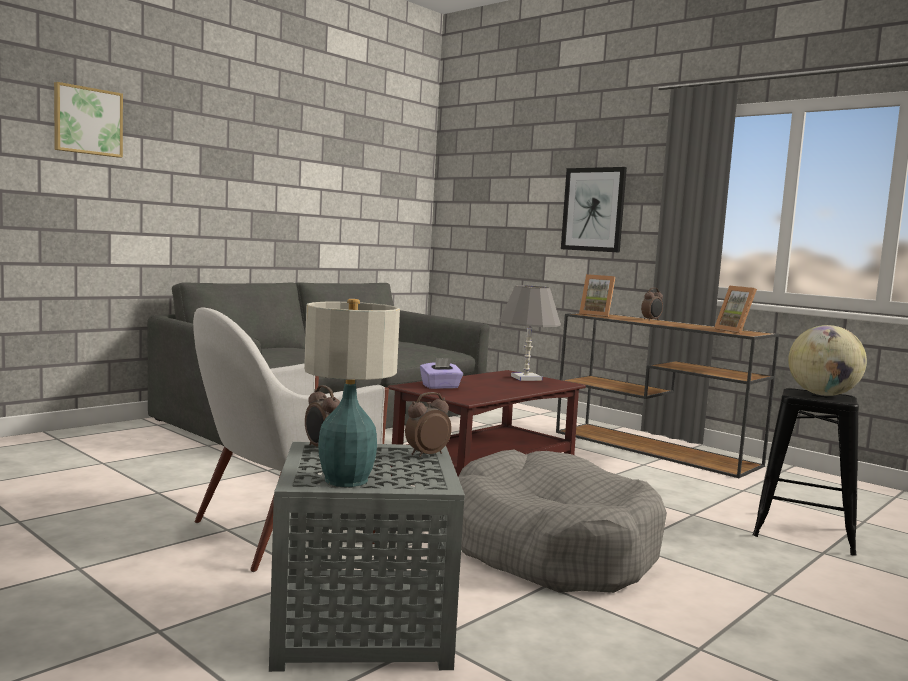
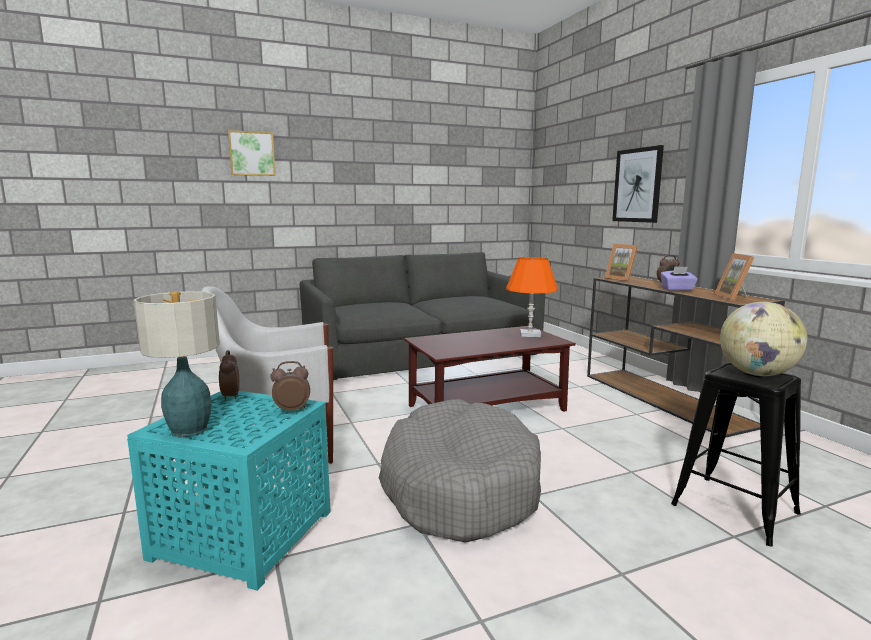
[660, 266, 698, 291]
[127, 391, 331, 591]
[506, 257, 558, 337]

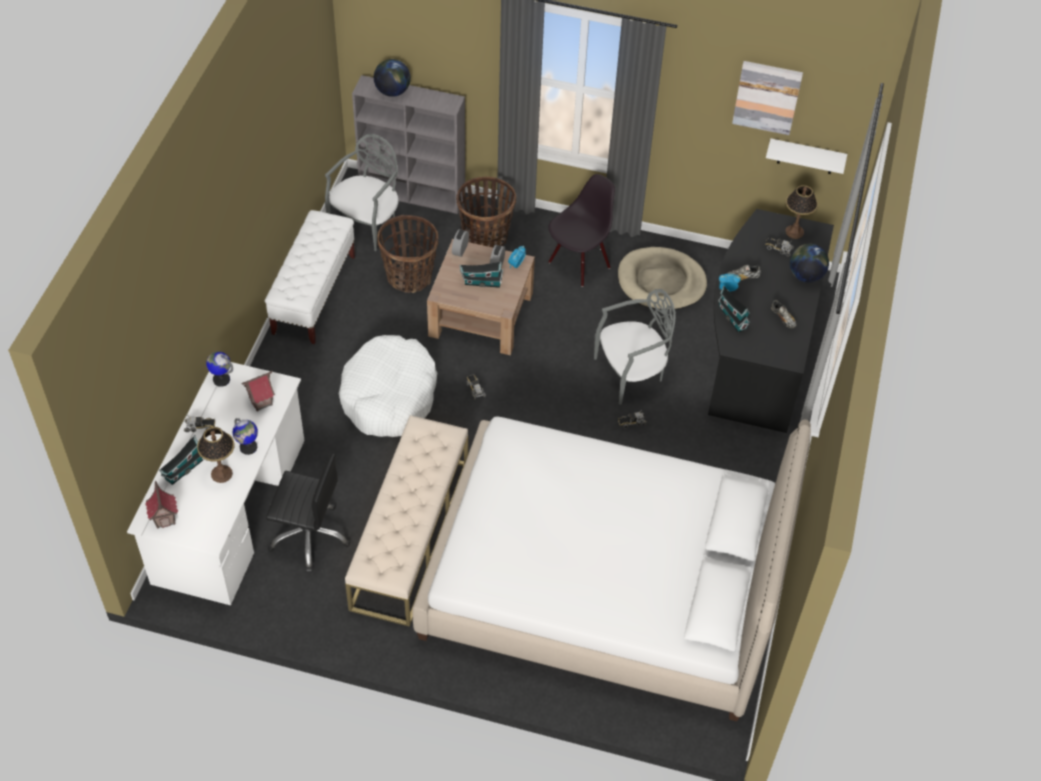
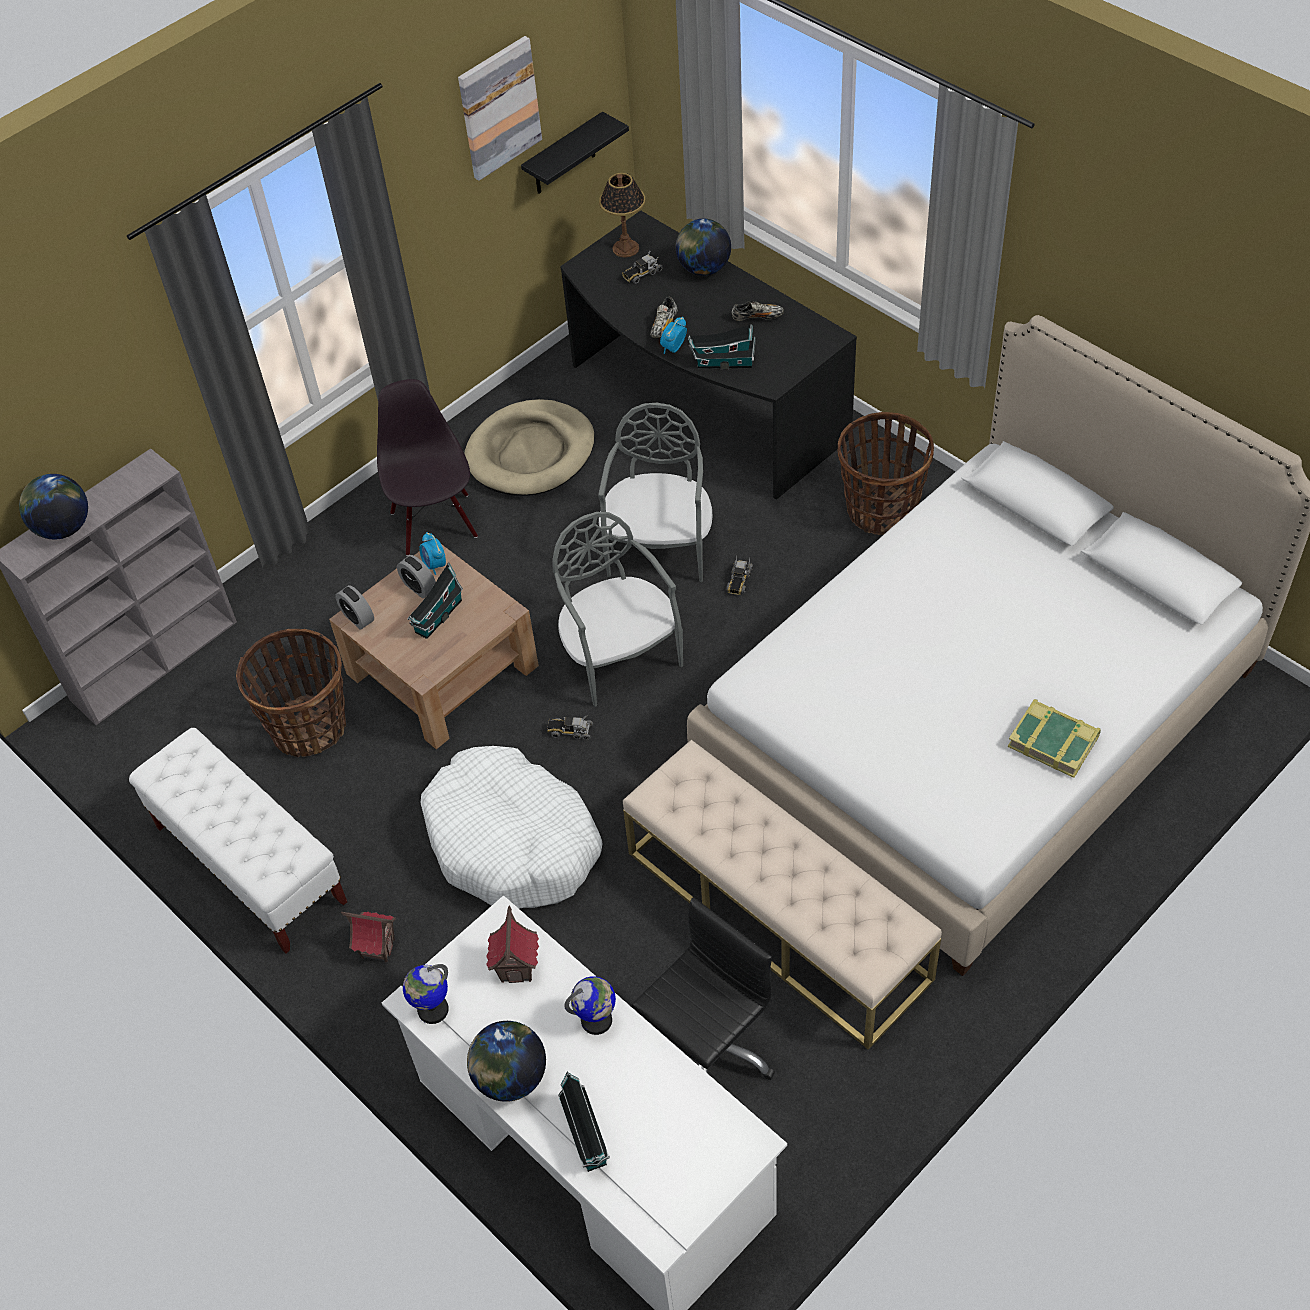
[197, 427, 234, 483] (first image)
[1007, 699, 1101, 778]
[341, 912, 396, 963]
[552, 512, 683, 707]
[838, 412, 934, 535]
[467, 1021, 546, 1102]
[521, 112, 629, 194]

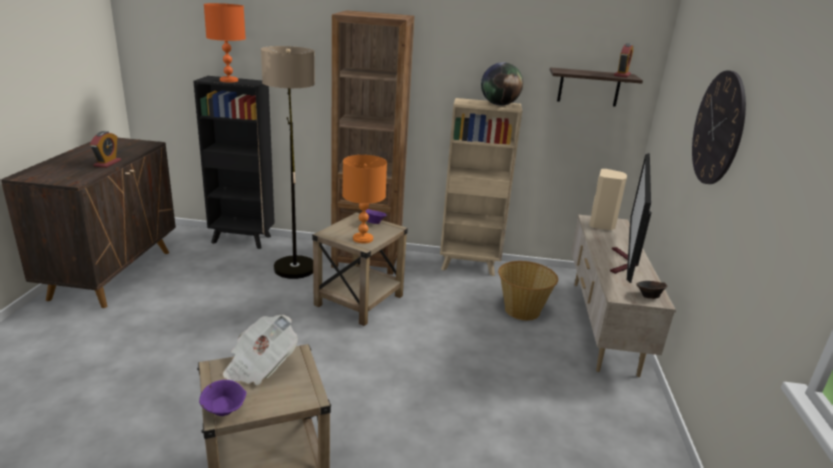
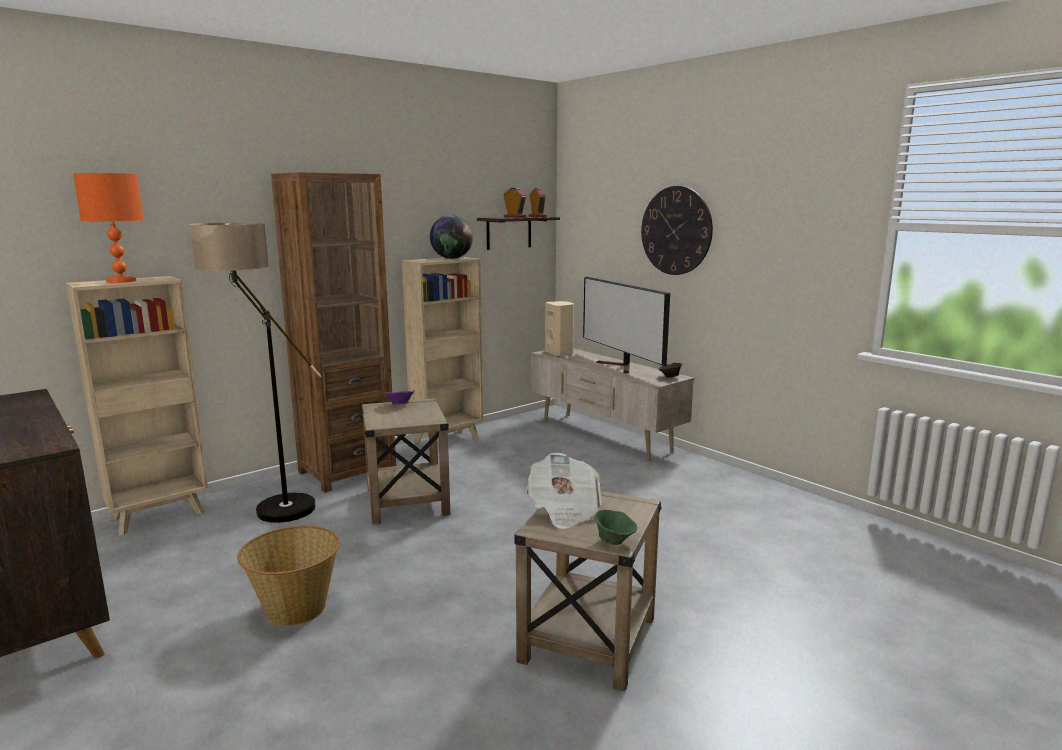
[342, 155, 387, 244] (first image)
[504, 188, 526, 218]
[237, 525, 340, 626]
[66, 276, 208, 535]
[594, 510, 637, 545]

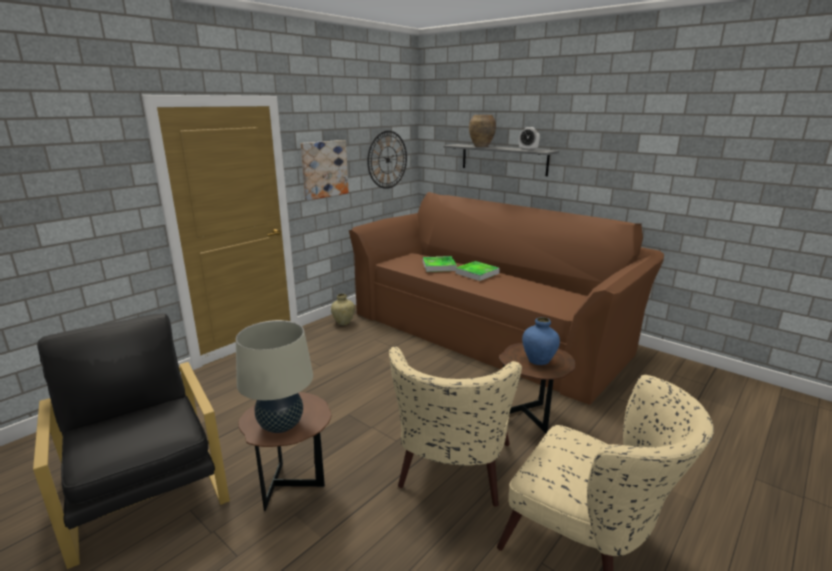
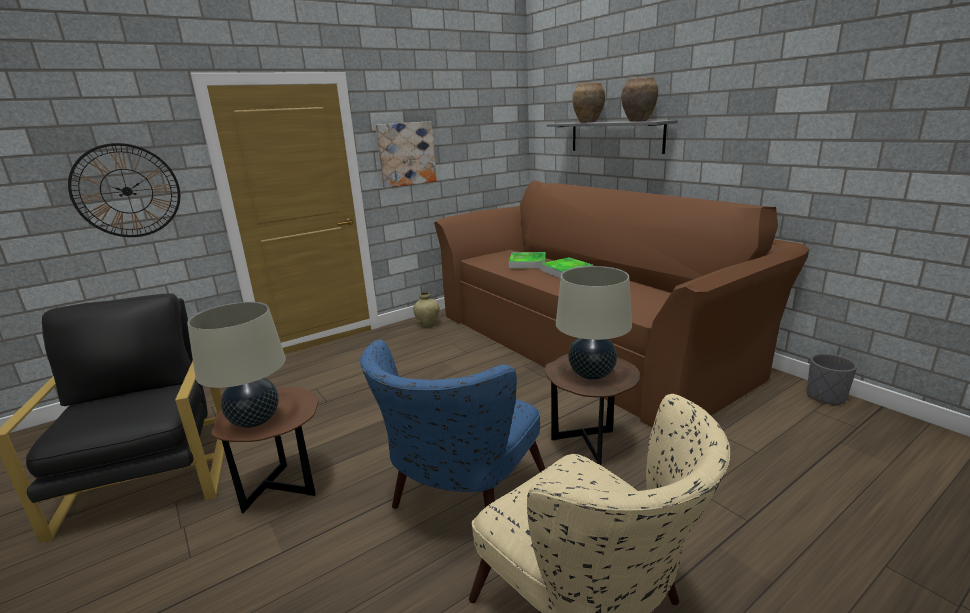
[807, 353, 857, 406]
[68, 143, 180, 237]
[621, 77, 658, 121]
[556, 266, 632, 380]
[360, 340, 545, 509]

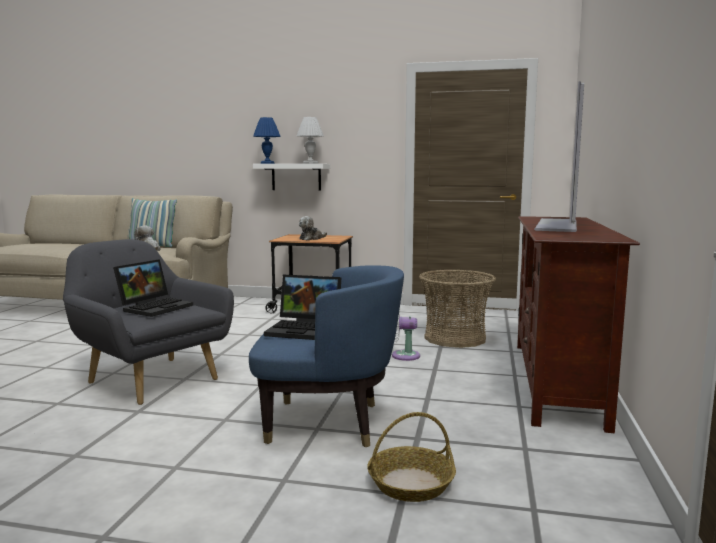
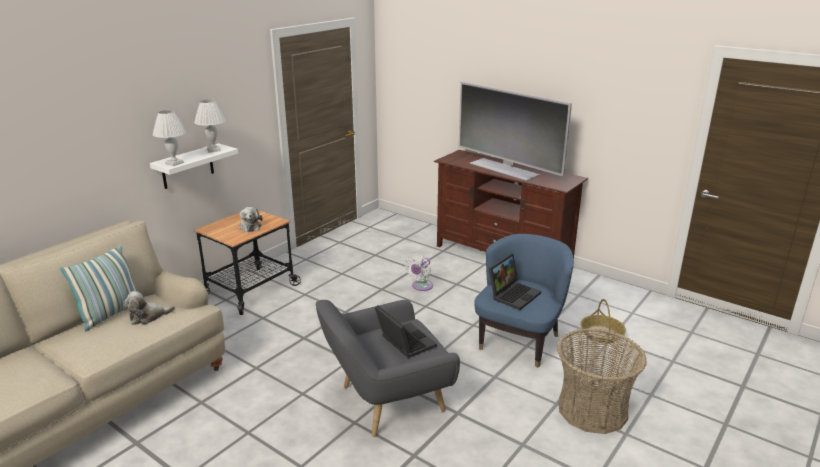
[557, 328, 647, 434]
[153, 110, 187, 166]

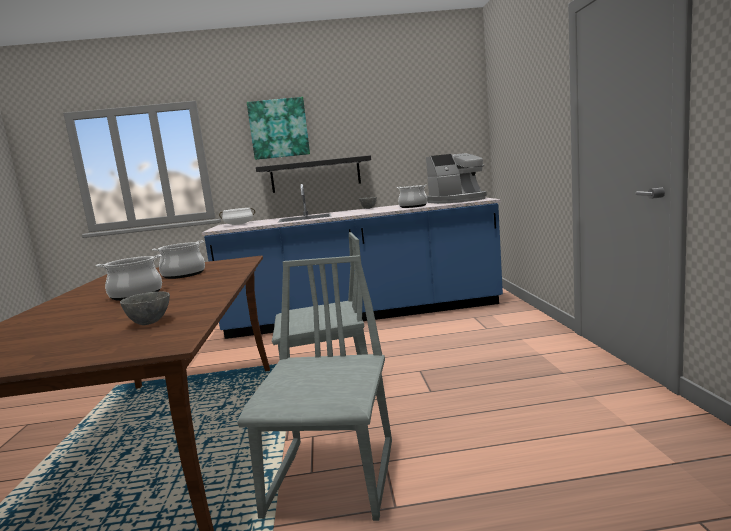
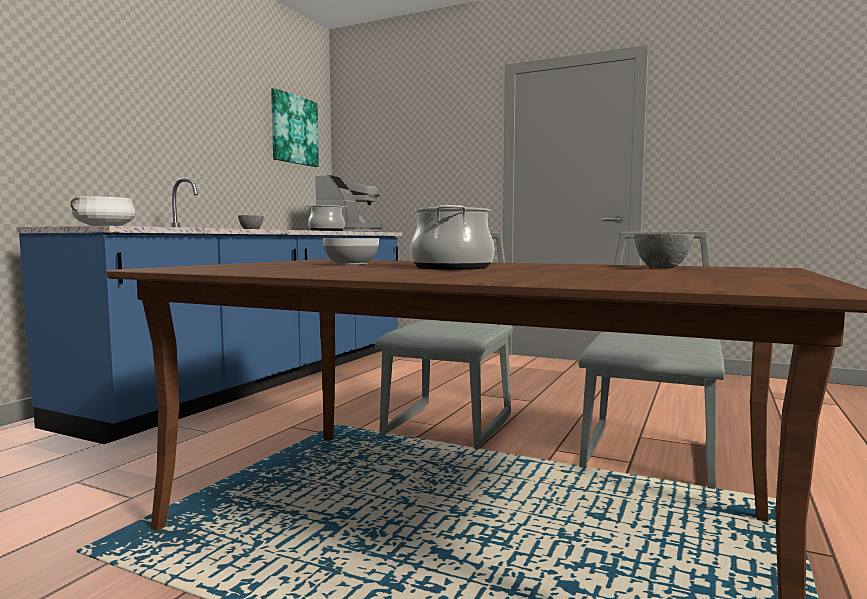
[256, 155, 371, 193] (first image)
[271, 88, 319, 167]
[323, 238, 379, 265]
[579, 231, 725, 489]

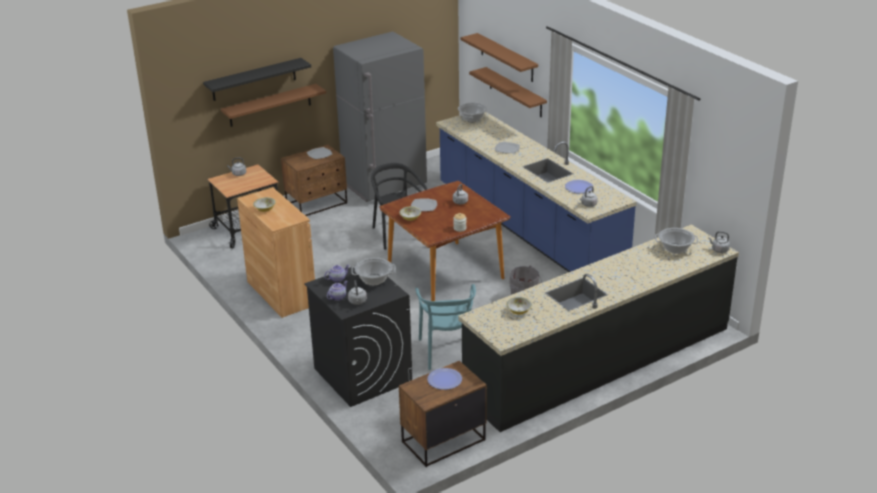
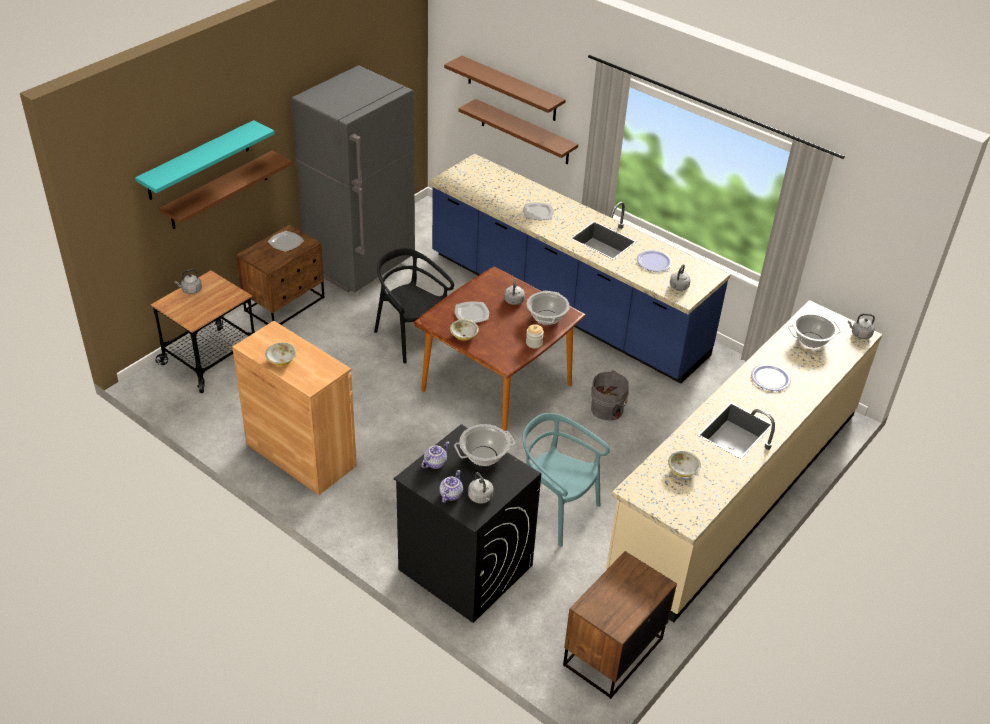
[751, 364, 791, 391]
[527, 291, 570, 325]
[135, 120, 275, 200]
[606, 300, 882, 622]
[523, 413, 610, 547]

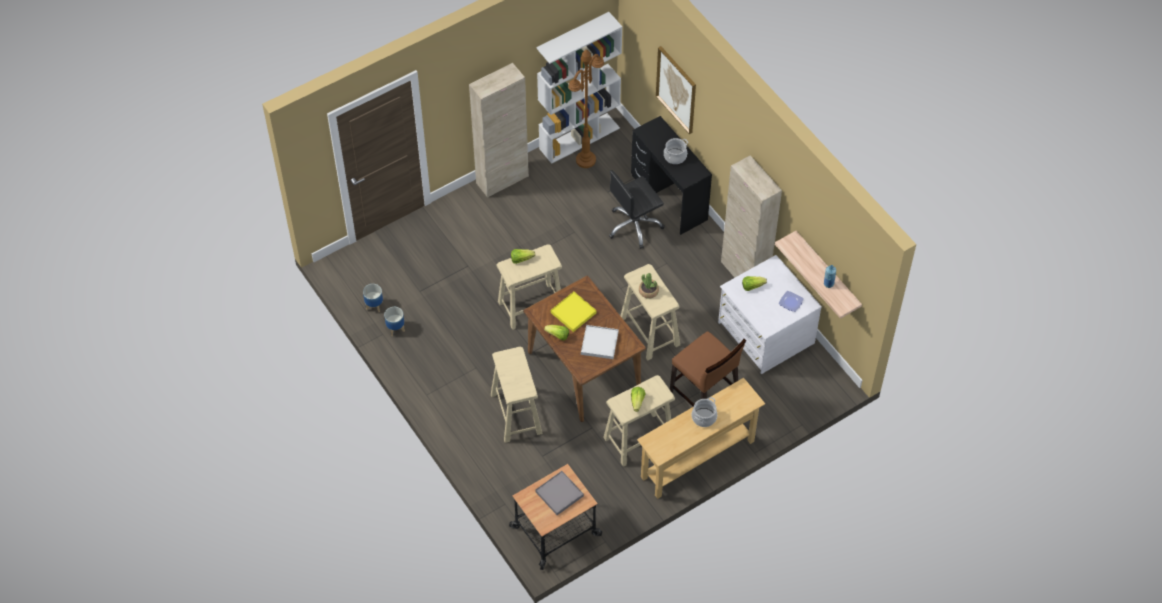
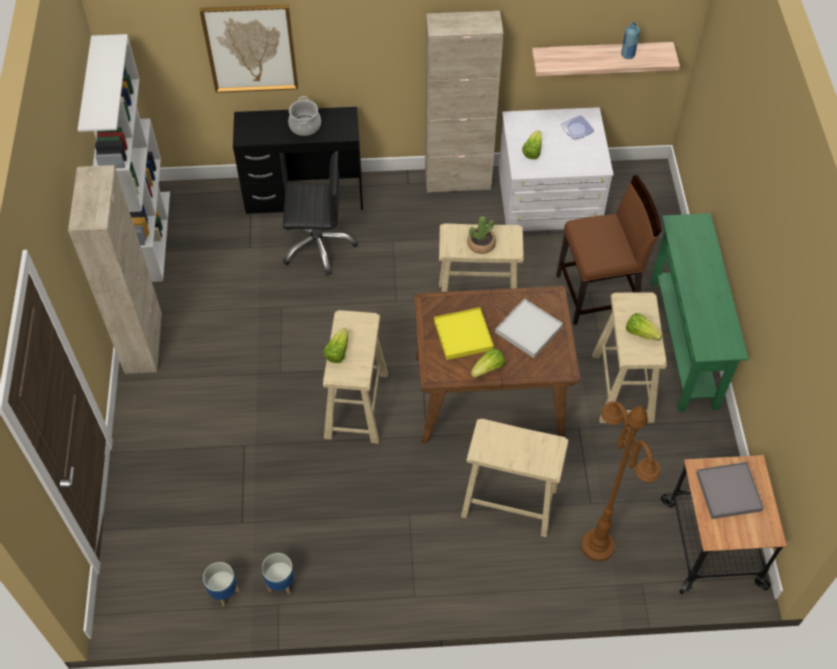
[691, 397, 717, 427] (first image)
[581, 401, 660, 561]
[650, 213, 749, 412]
[283, 151, 358, 275]

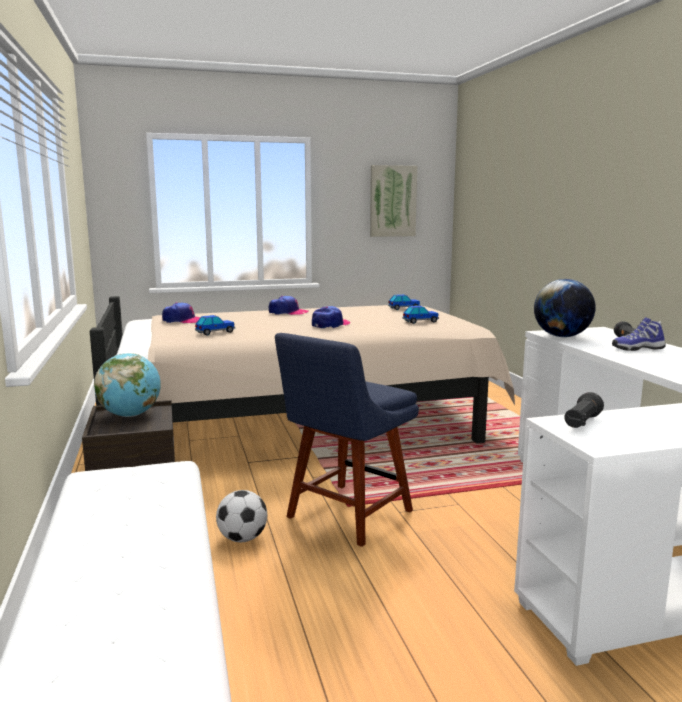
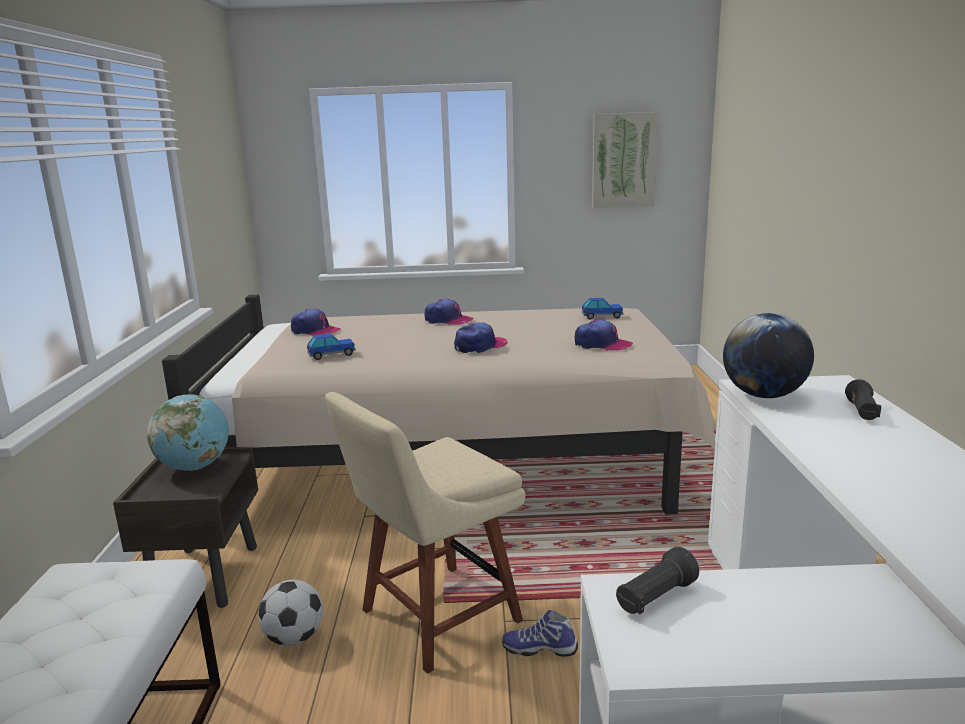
[502, 610, 578, 657]
[575, 320, 633, 351]
[325, 392, 525, 674]

